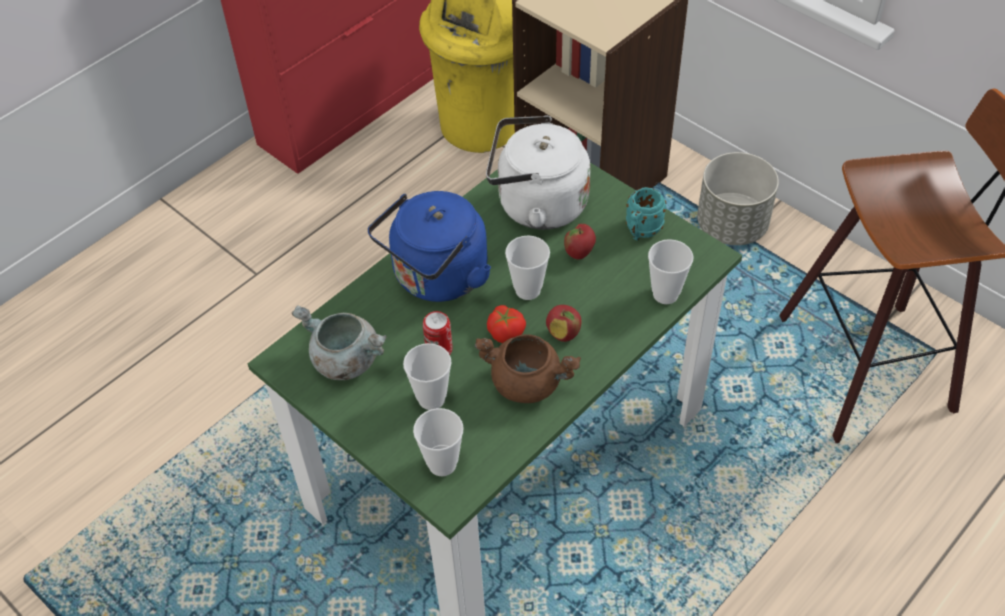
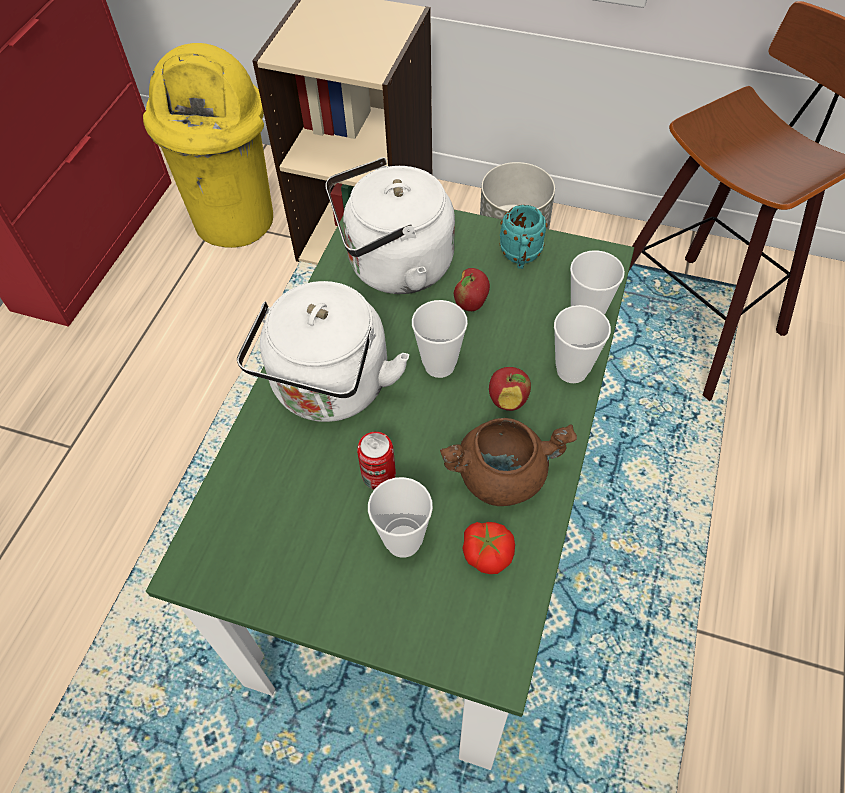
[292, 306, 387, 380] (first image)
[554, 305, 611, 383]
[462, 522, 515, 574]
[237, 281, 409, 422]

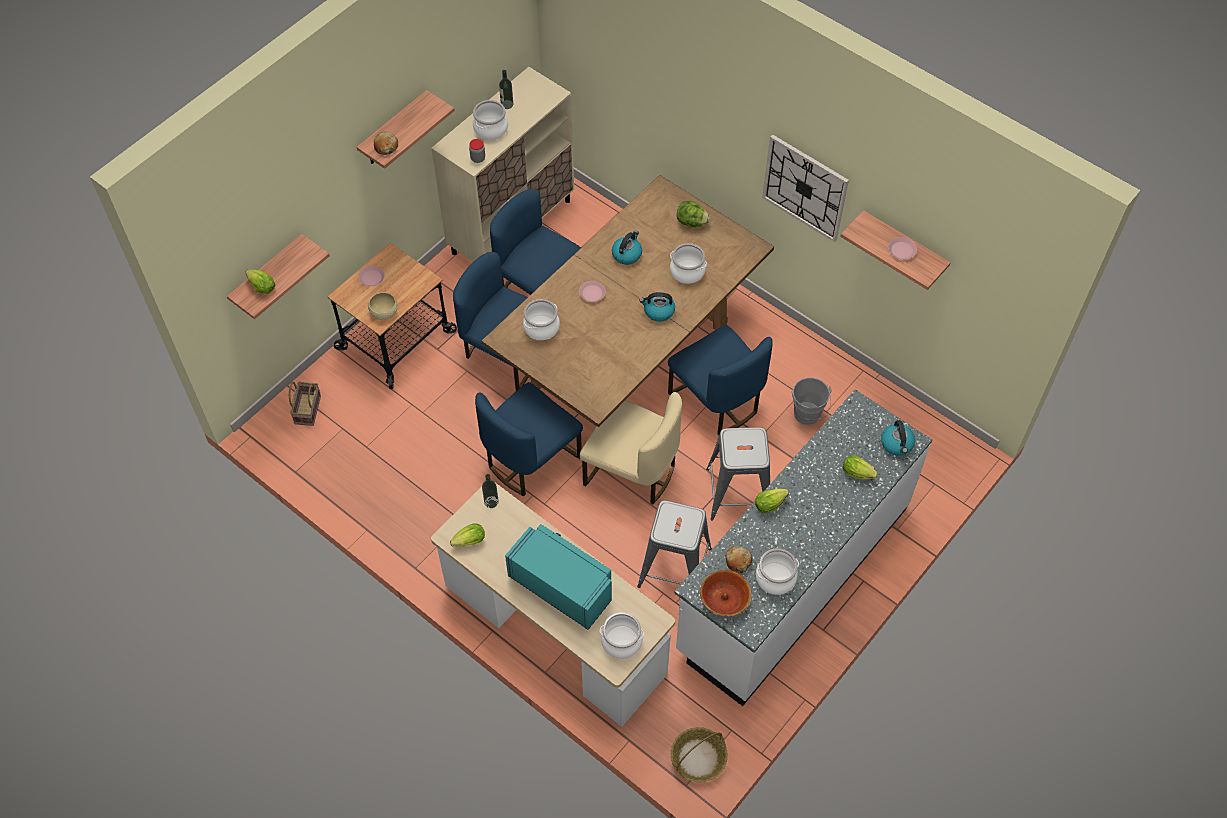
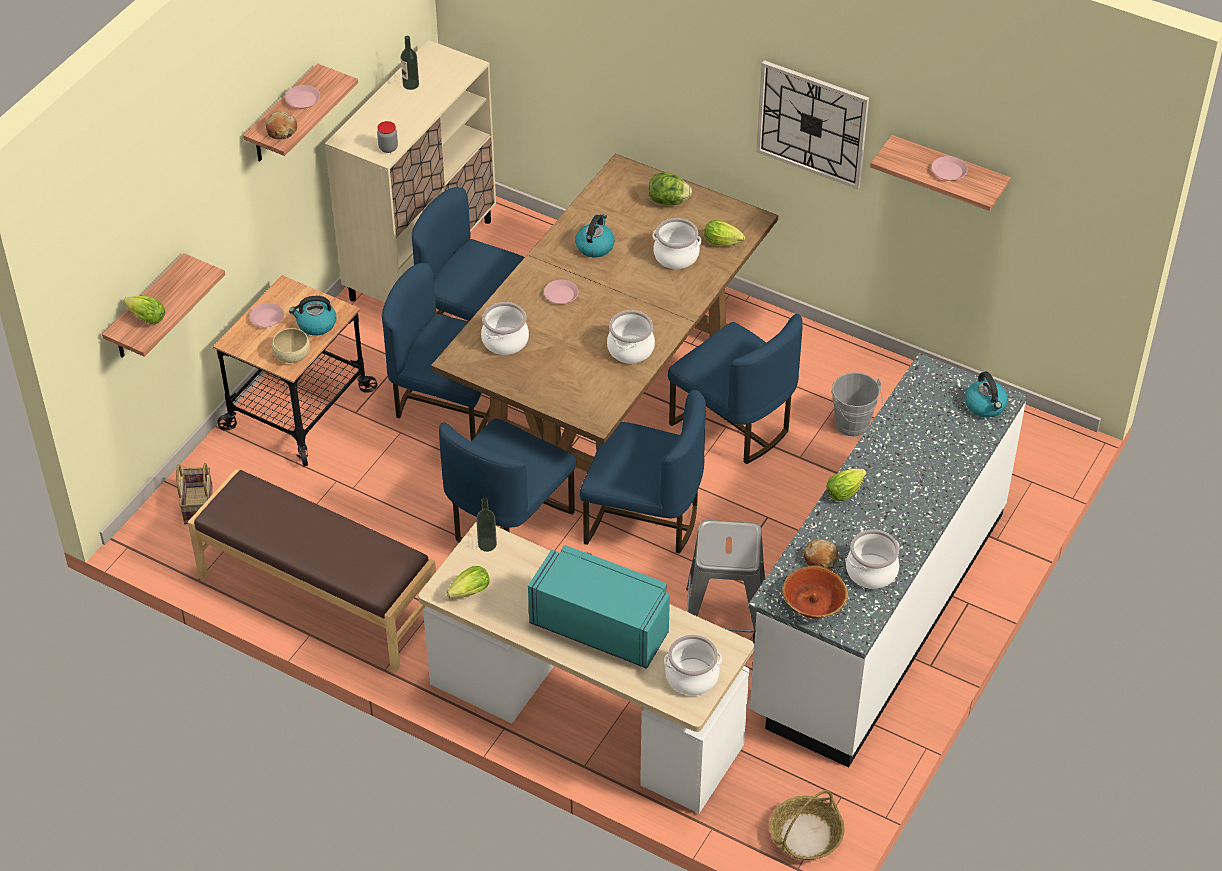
[706, 427, 770, 521] (first image)
[188, 469, 436, 673]
[285, 85, 320, 109]
[607, 310, 655, 364]
[289, 296, 337, 336]
[704, 220, 745, 246]
[580, 390, 706, 554]

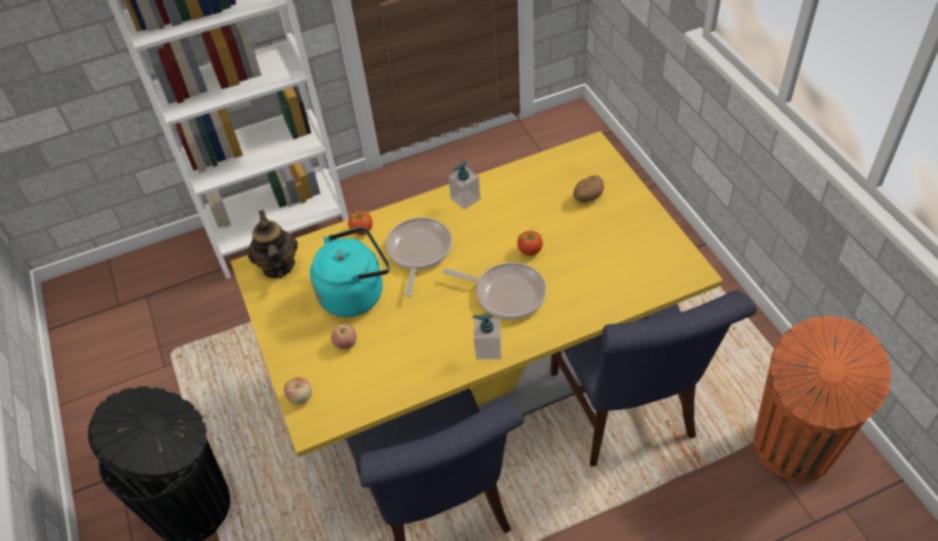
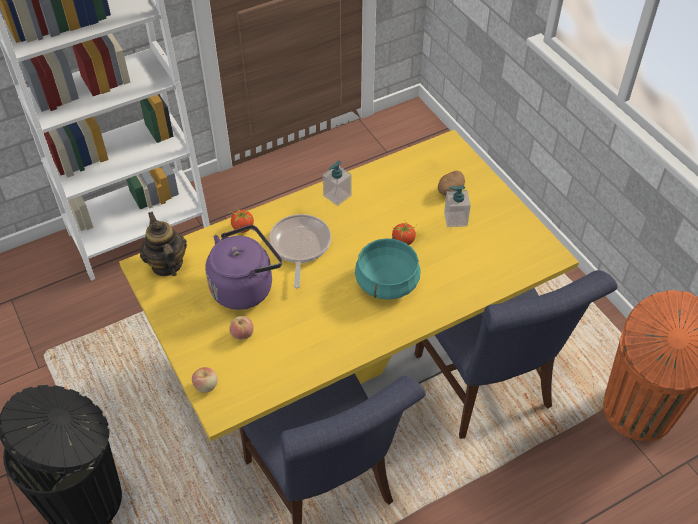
[444, 186, 471, 227]
[355, 236, 421, 300]
[205, 225, 282, 310]

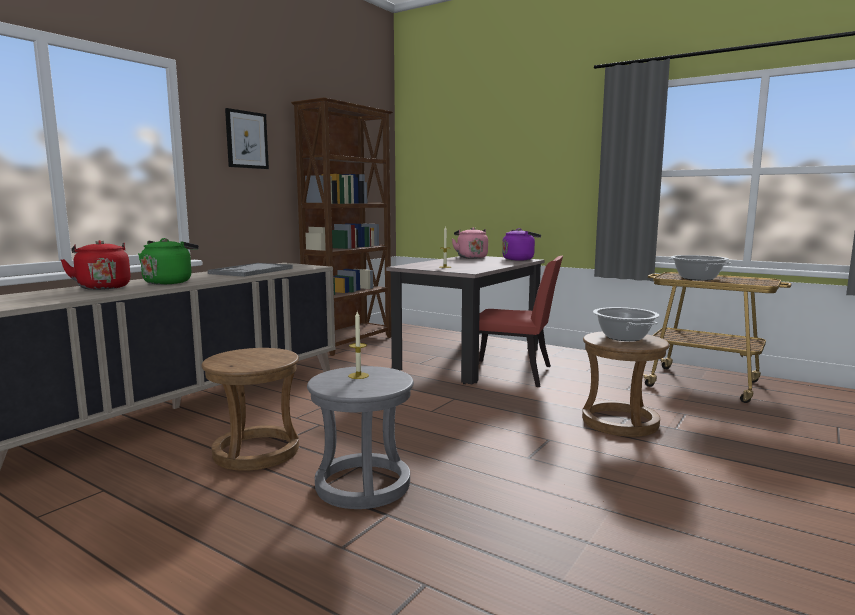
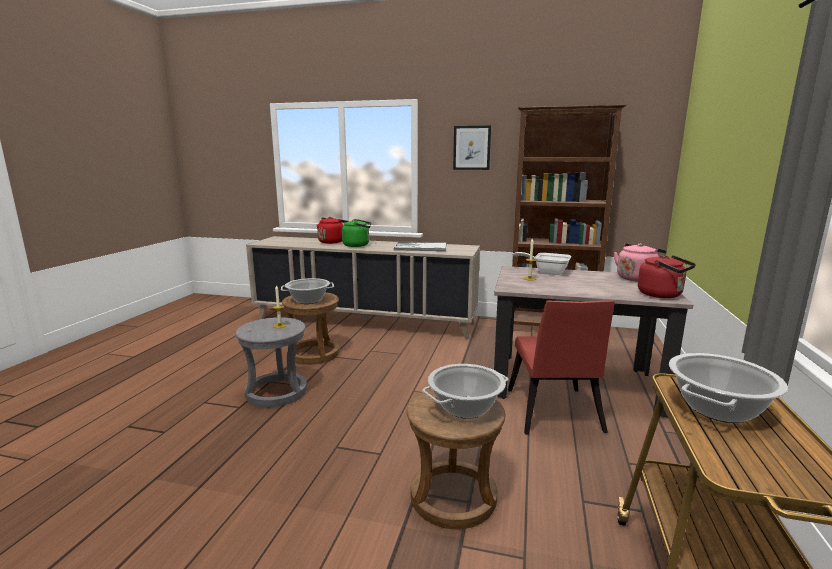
[281, 278, 334, 304]
[512, 252, 571, 275]
[638, 255, 696, 298]

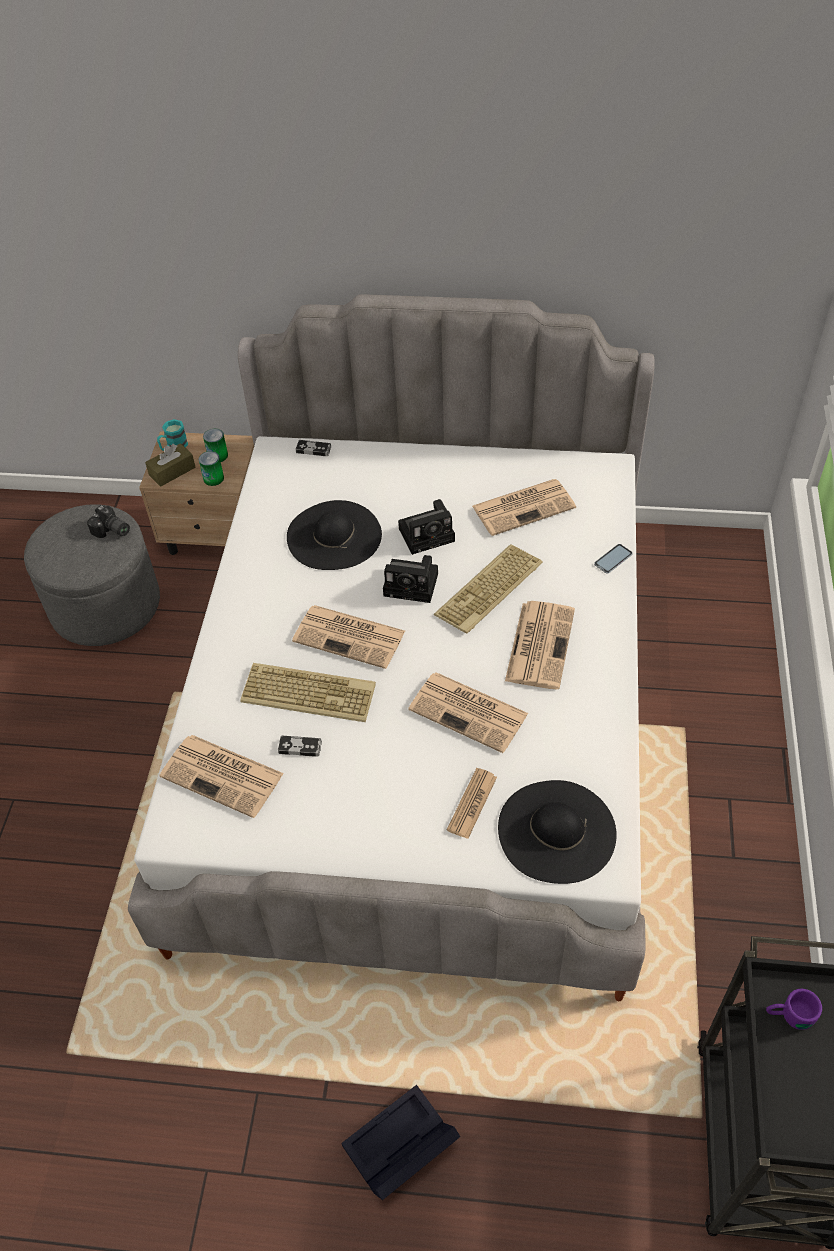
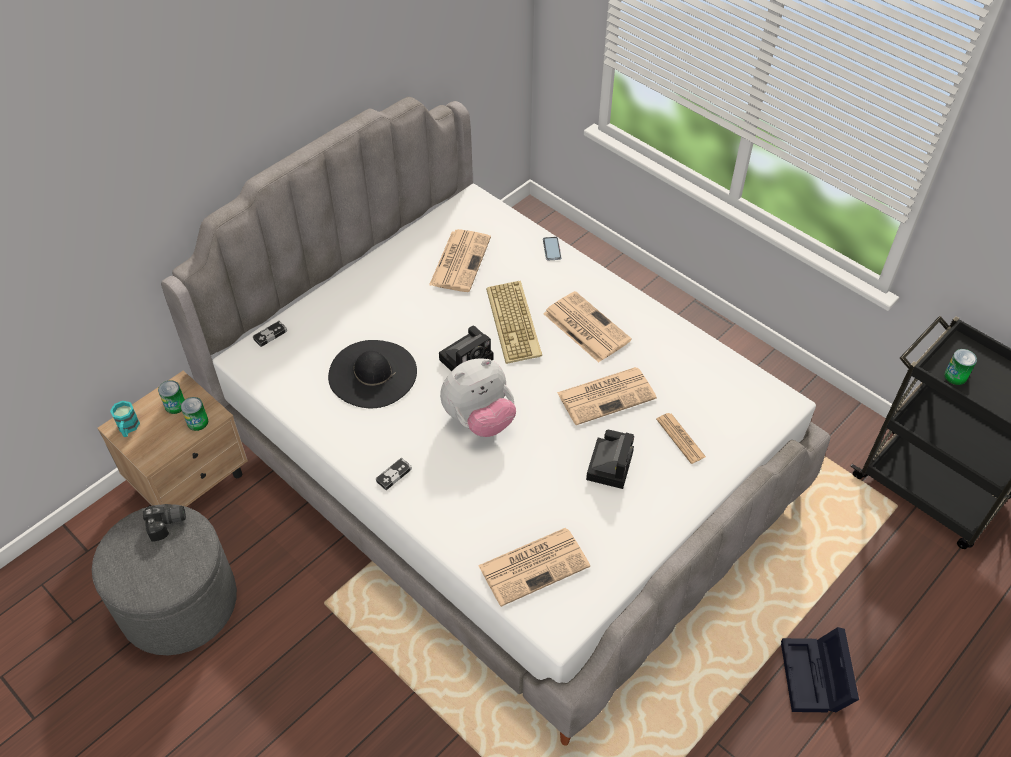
[145, 443, 196, 487] (first image)
[240, 663, 376, 722] (first image)
[498, 780, 617, 884] (first image)
[376, 458, 412, 490]
[586, 430, 634, 489]
[440, 359, 516, 437]
[944, 349, 977, 385]

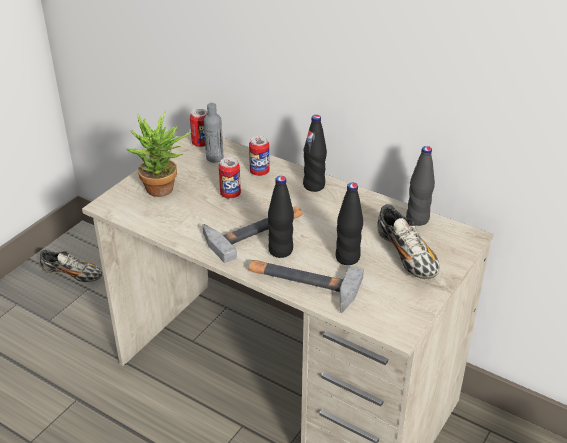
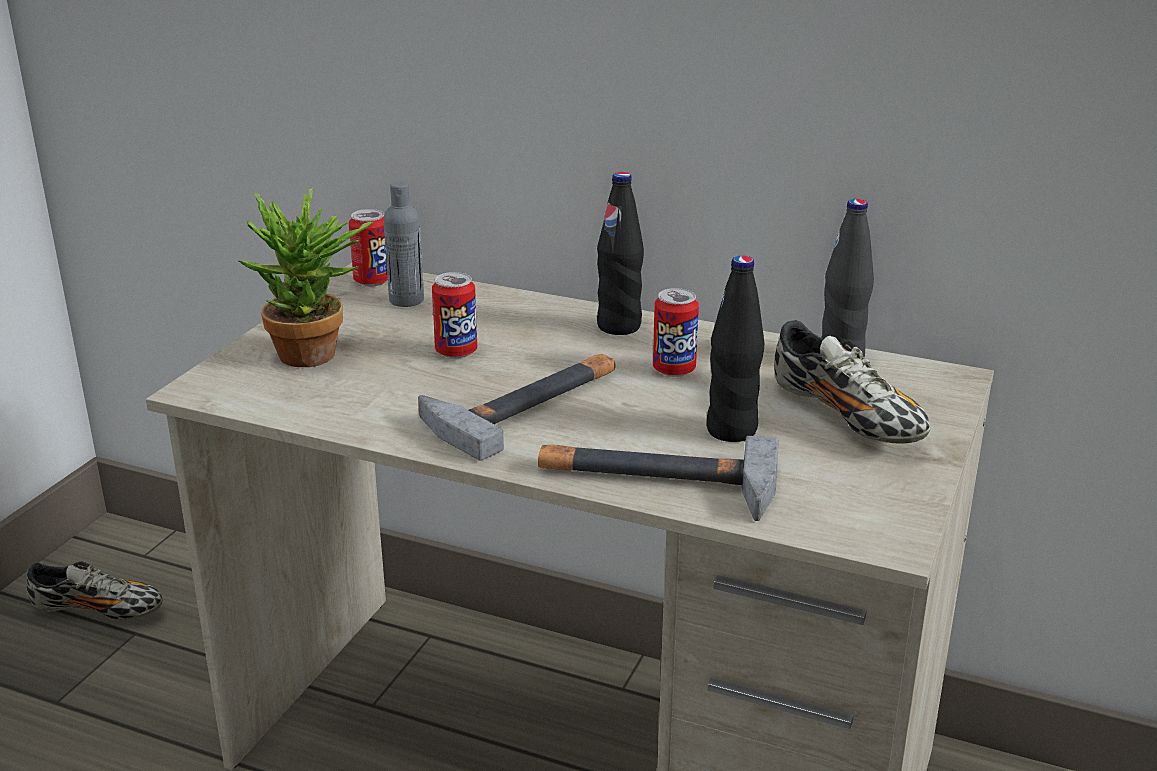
[268, 176, 294, 258] (first image)
[653, 288, 699, 377]

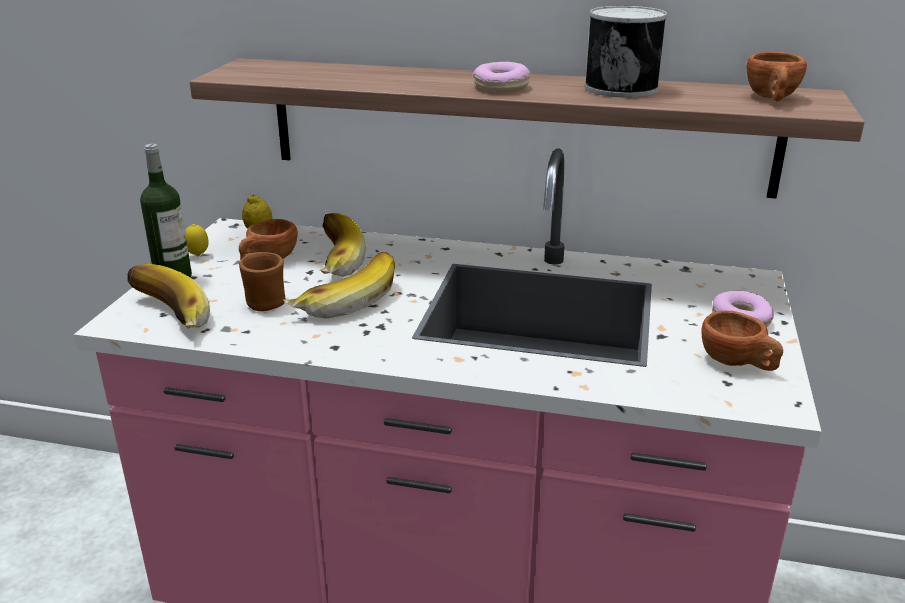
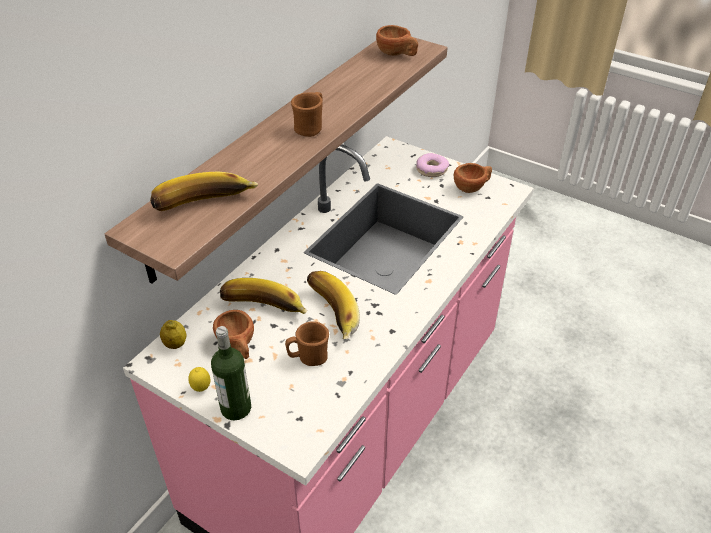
[585, 6, 667, 97] (first image)
[150, 172, 258, 211]
[291, 92, 323, 137]

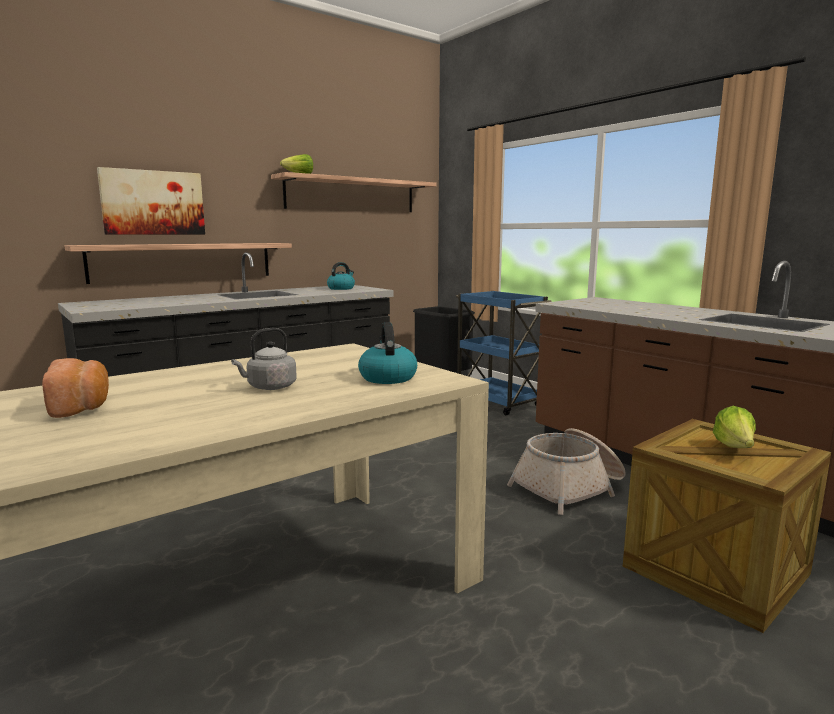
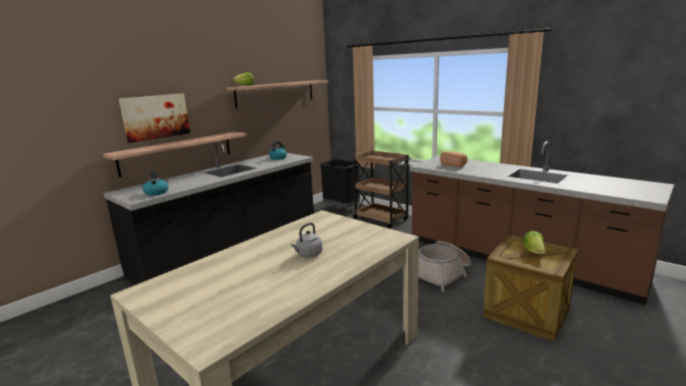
[440, 151, 468, 167]
[143, 171, 169, 196]
[351, 150, 411, 229]

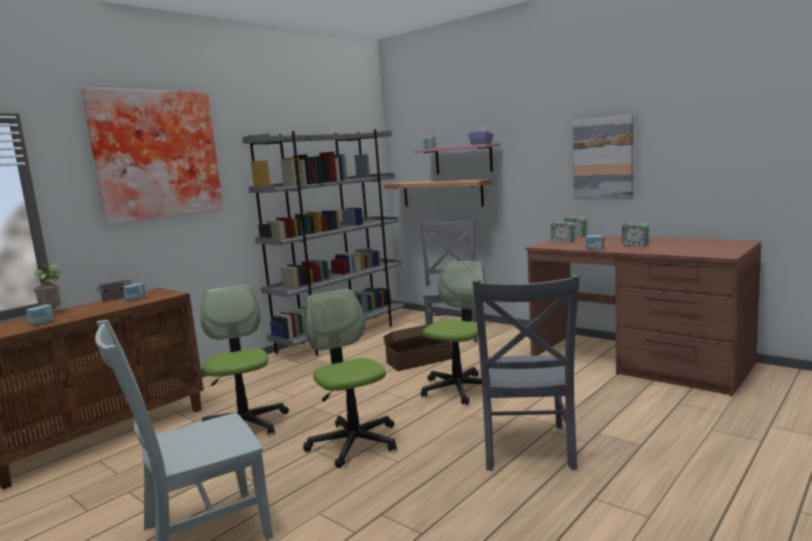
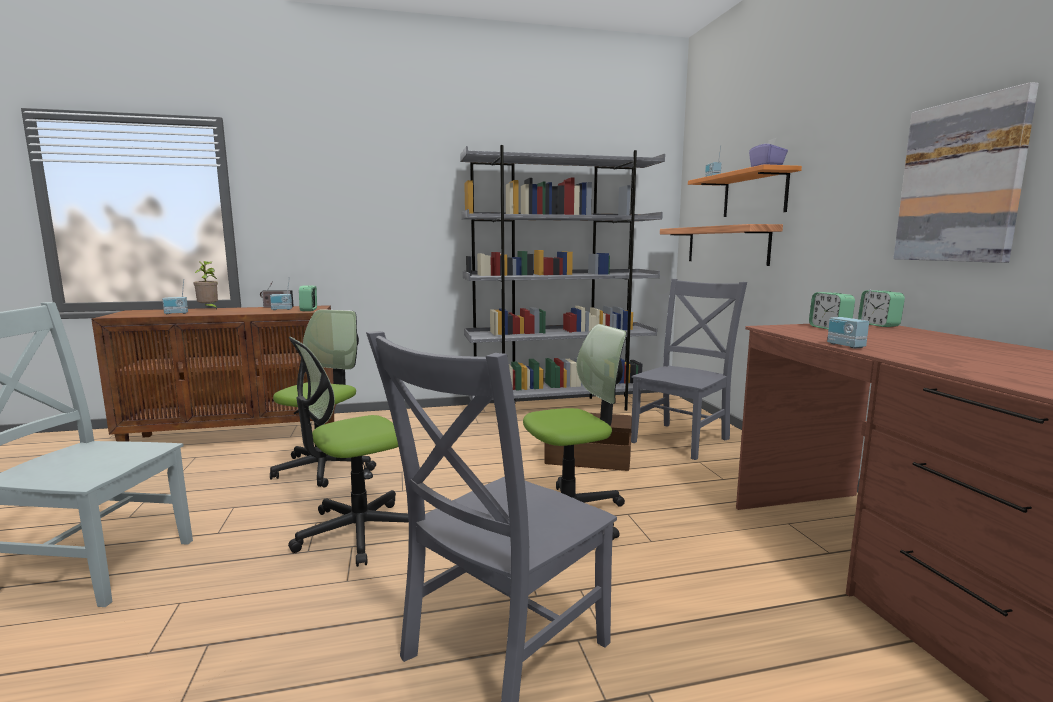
[82, 88, 223, 225] (first image)
[299, 285, 317, 311]
[688, 164, 802, 217]
[288, 337, 409, 567]

